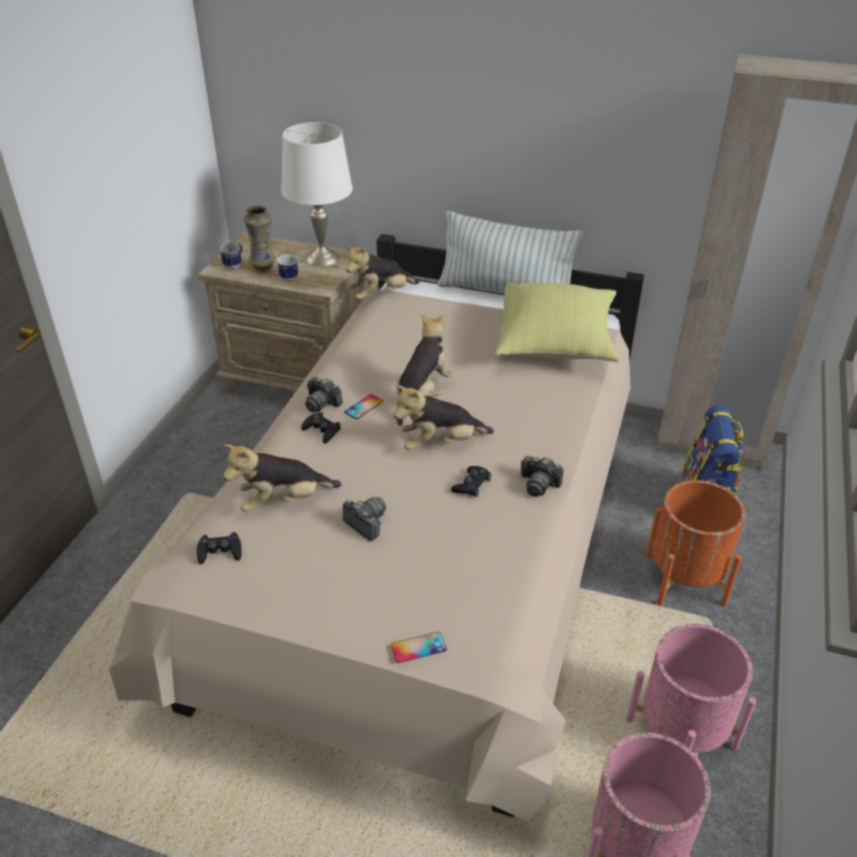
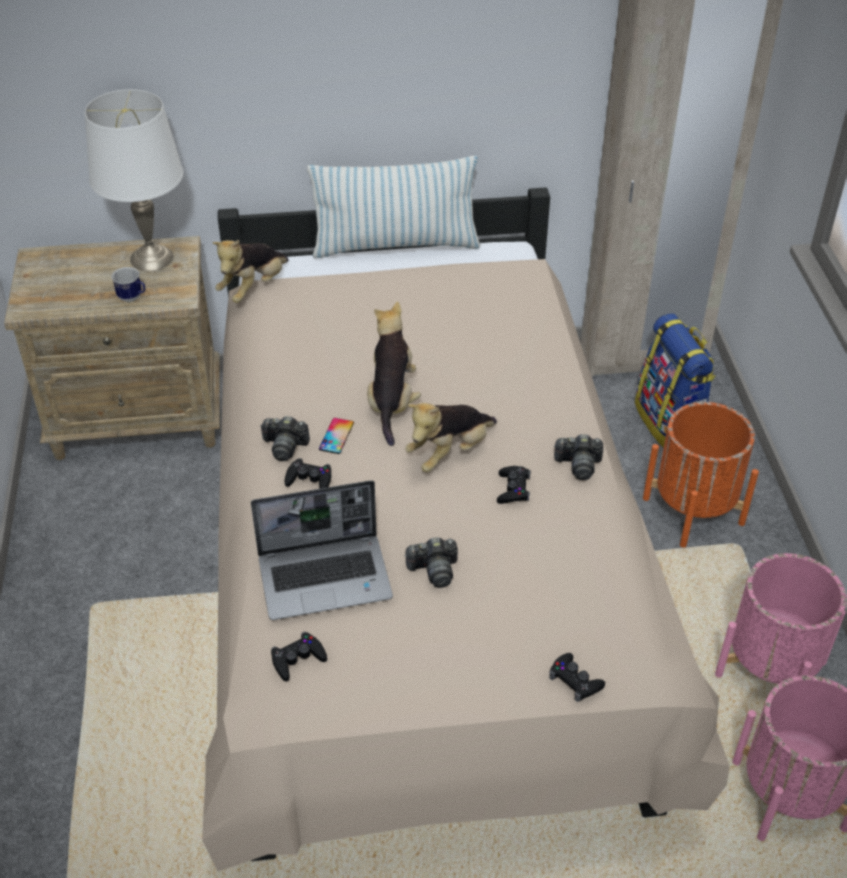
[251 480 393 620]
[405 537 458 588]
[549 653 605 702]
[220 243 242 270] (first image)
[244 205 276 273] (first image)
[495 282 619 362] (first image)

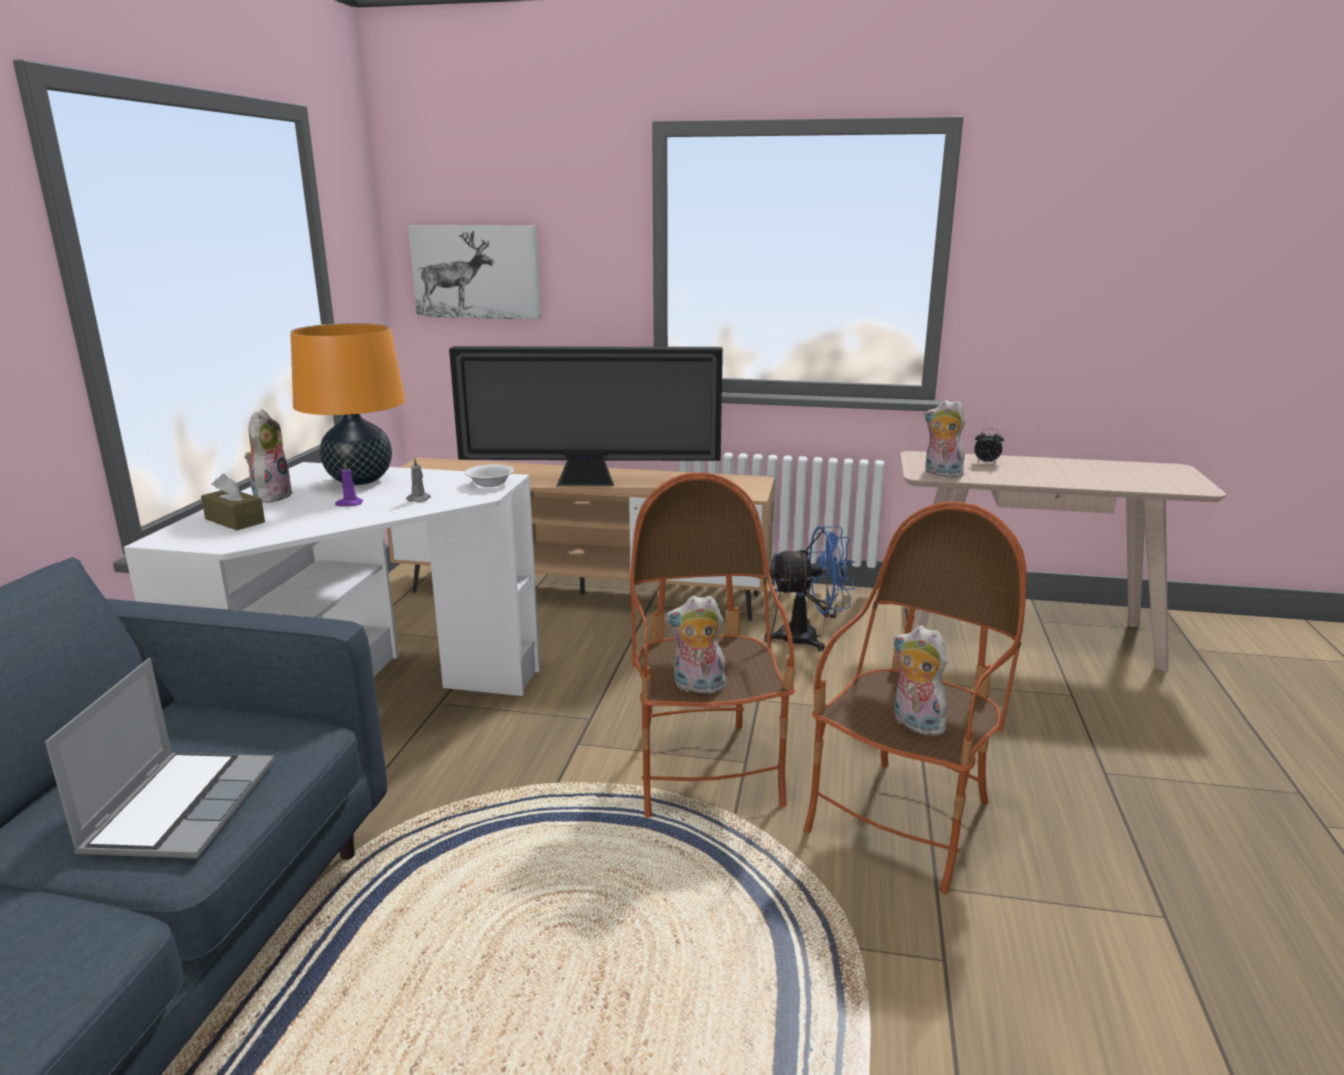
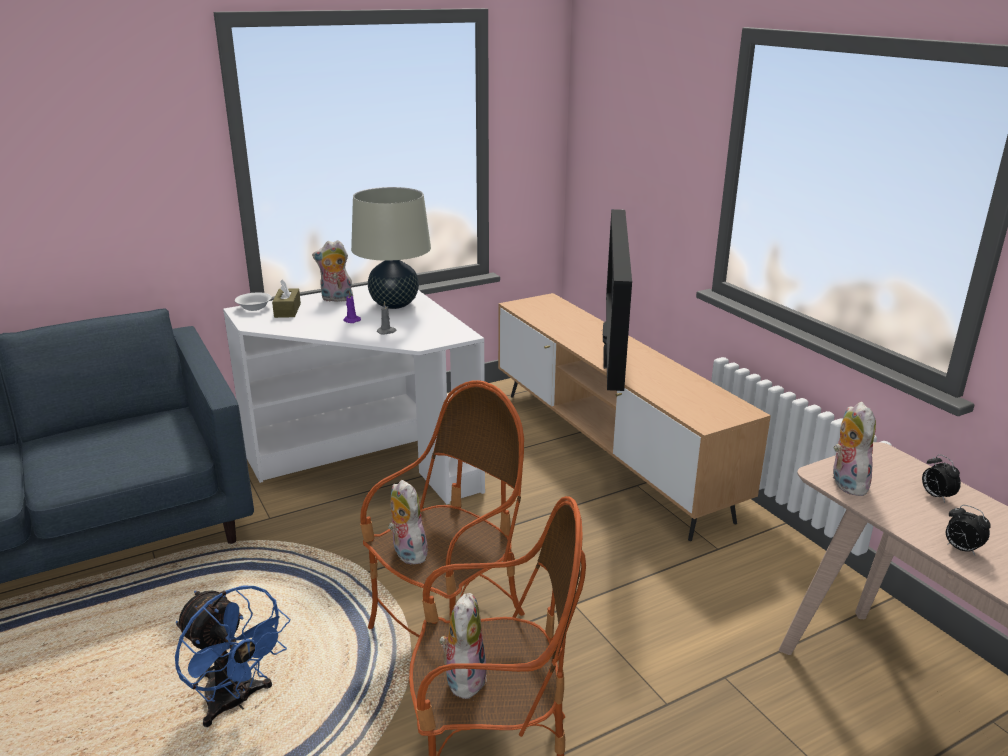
[175 585 290 727]
[235 293 272 311]
[312 240 353 302]
[351 187 431 309]
[603 209 632 391]
[946 505 991 556]
[45 658 275 859] (first image)
[408 225 541 320] (first image)

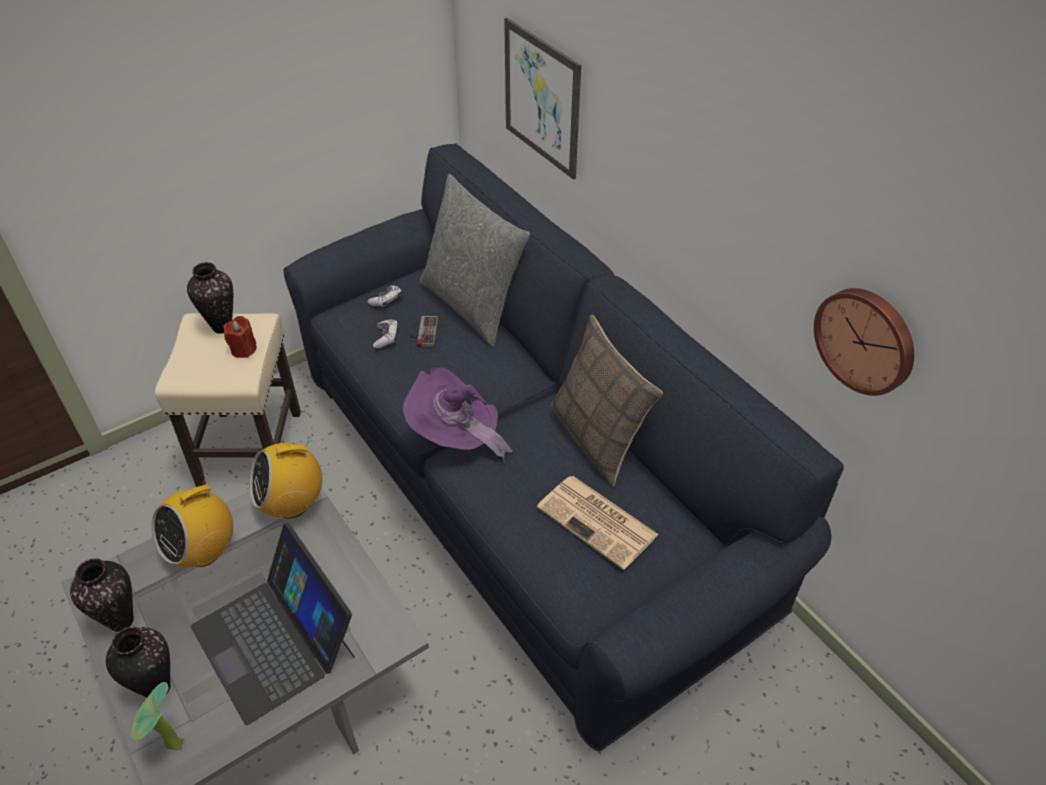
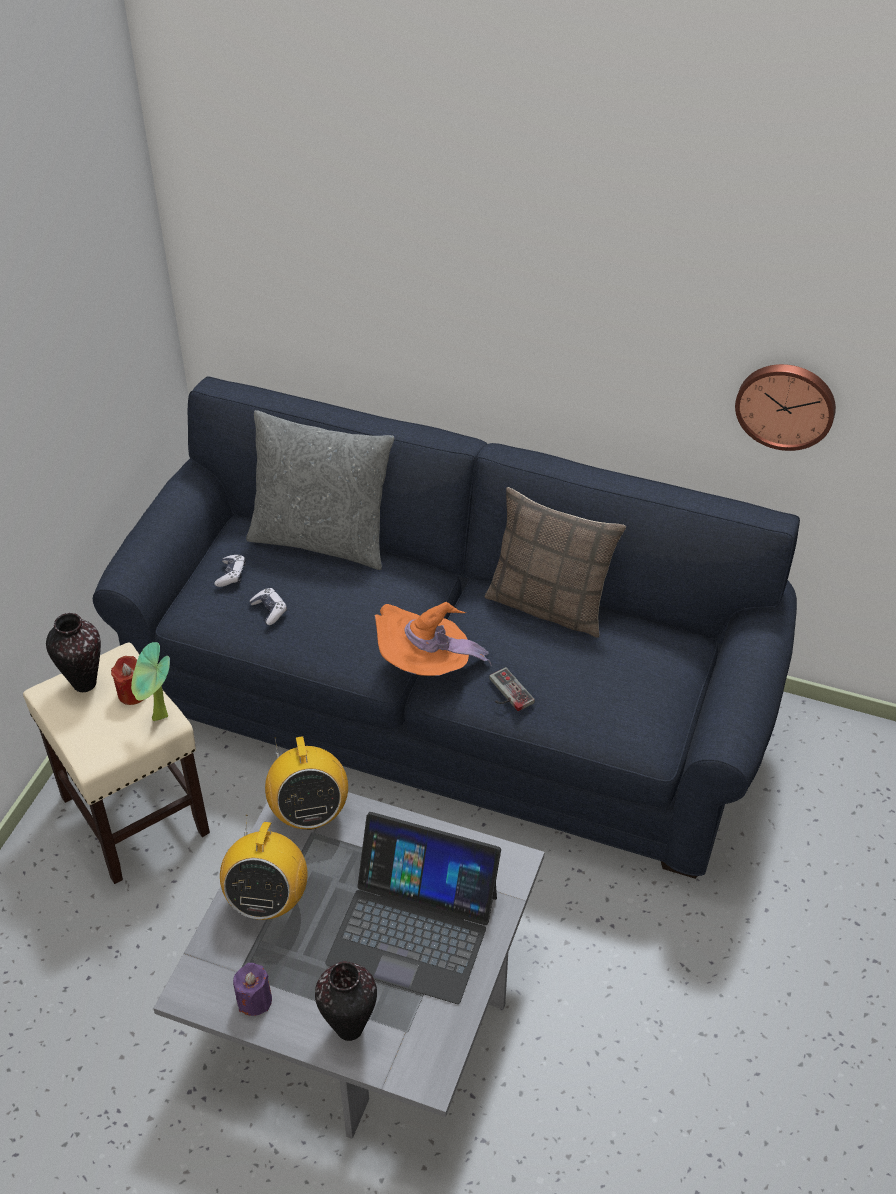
[131 642 170 721]
[233 963 272 1016]
[265 736 348 830]
[374 602 492 676]
[489 667 535 711]
[504 18 581 180] (first image)
[537 476 659 570] (first image)

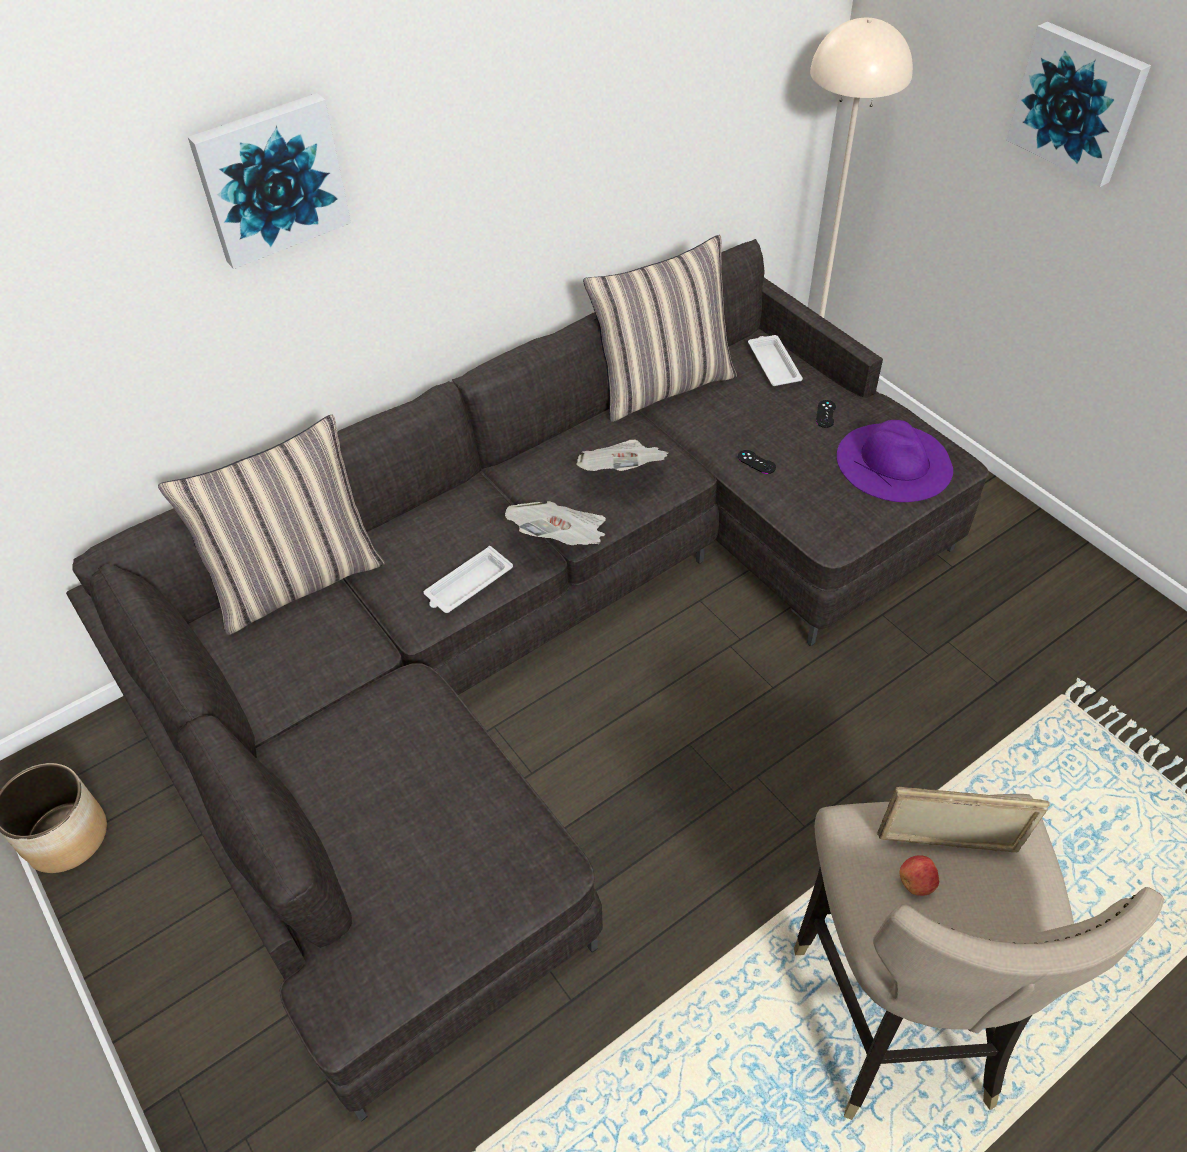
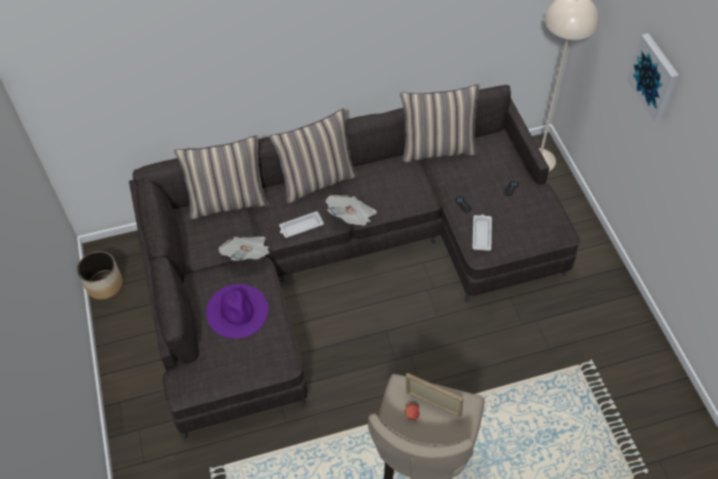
[206 284 268 339]
[219 236 270 261]
[269 108 358 204]
[473 214 492 251]
[188 93 351 269] (first image)

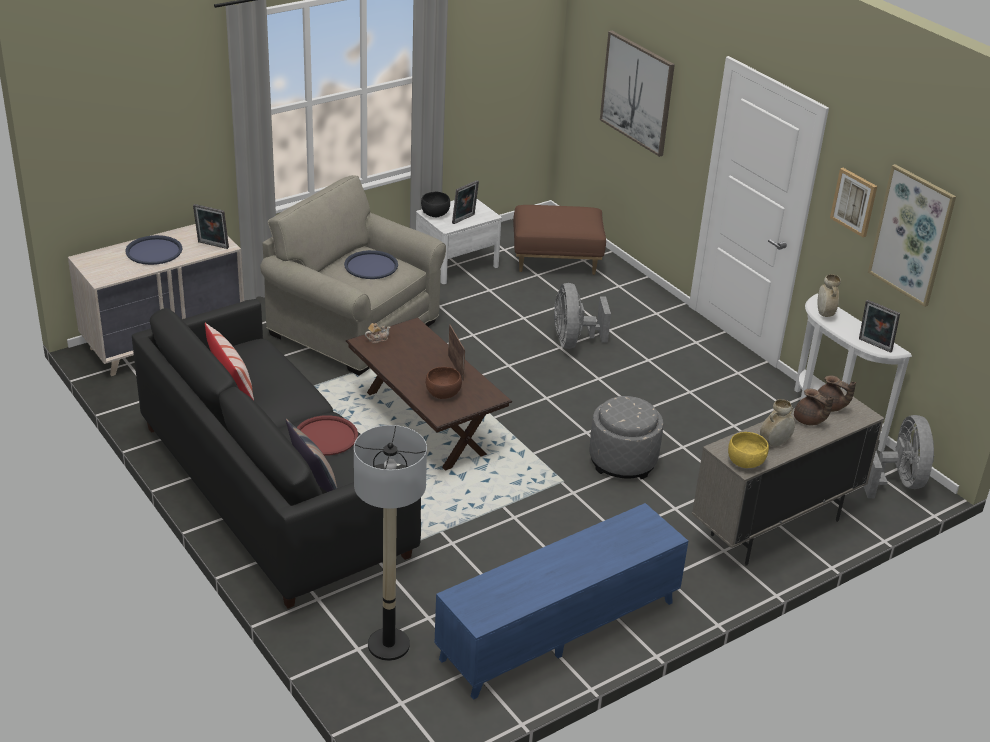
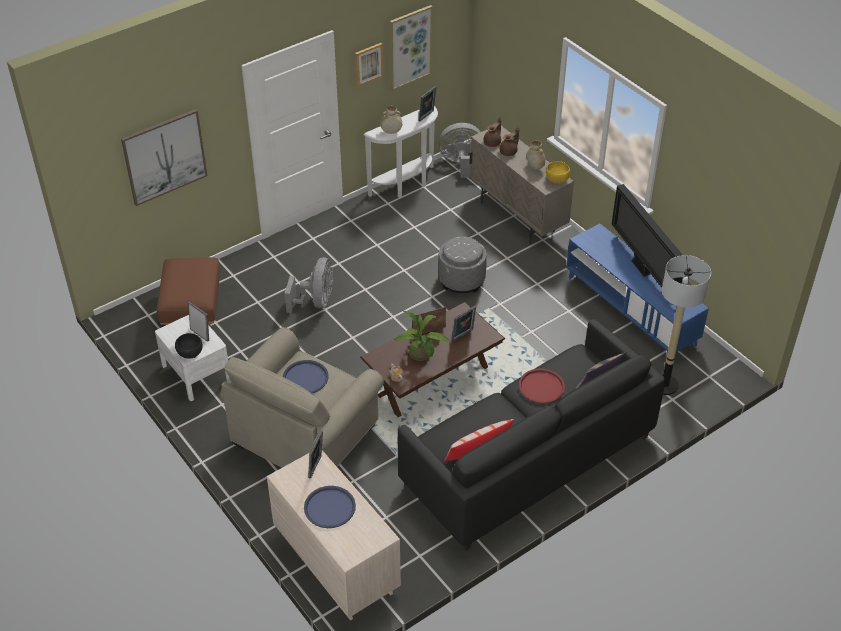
[285 257 333 313]
[394 310 450 361]
[452 306 476 342]
[612 184 683 287]

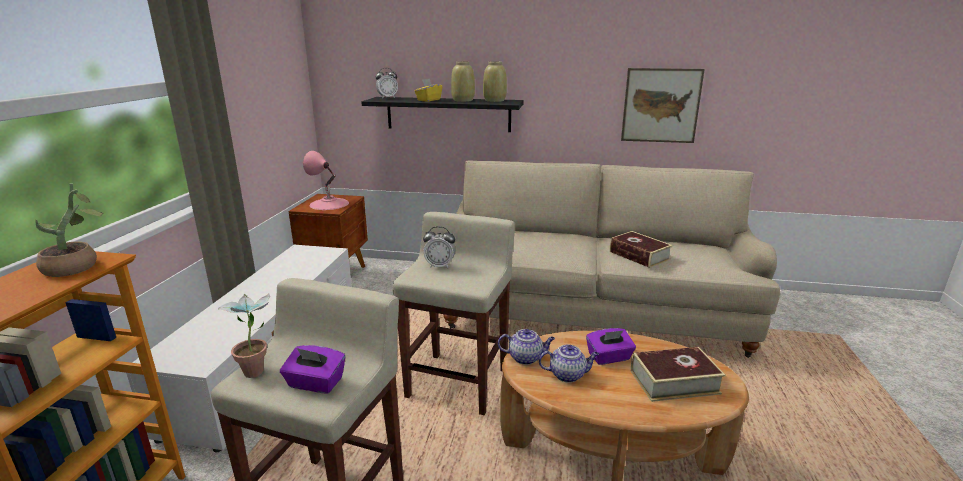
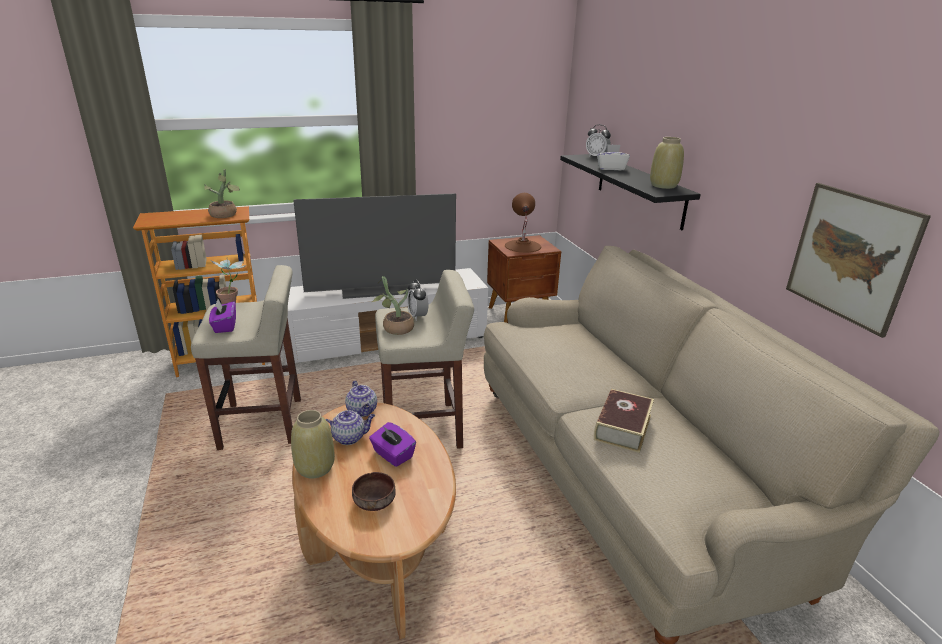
[291 410 335 479]
[293 194 456 299]
[325 410 375 445]
[352 472 396 511]
[372 276 414 335]
[505 193 542 253]
[597 144 630 170]

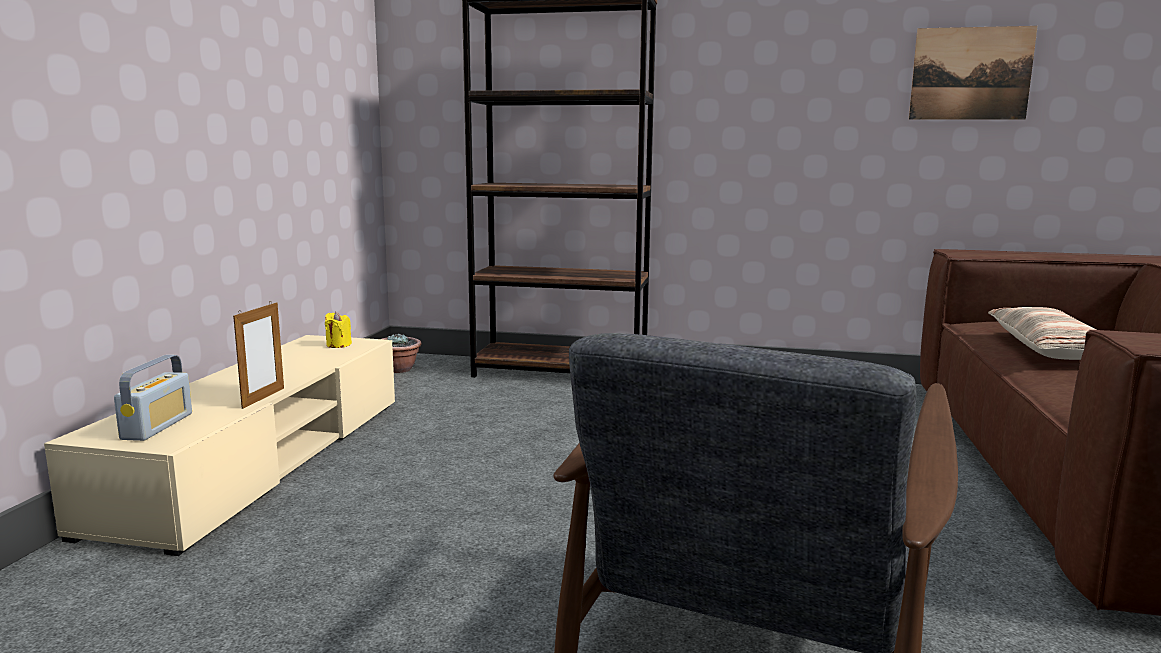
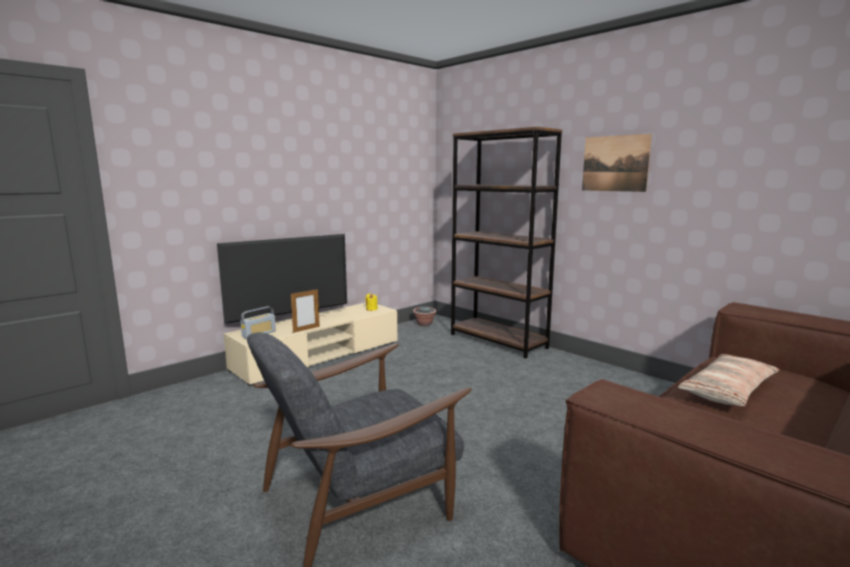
[217 234 347 324]
[582 134 652 192]

